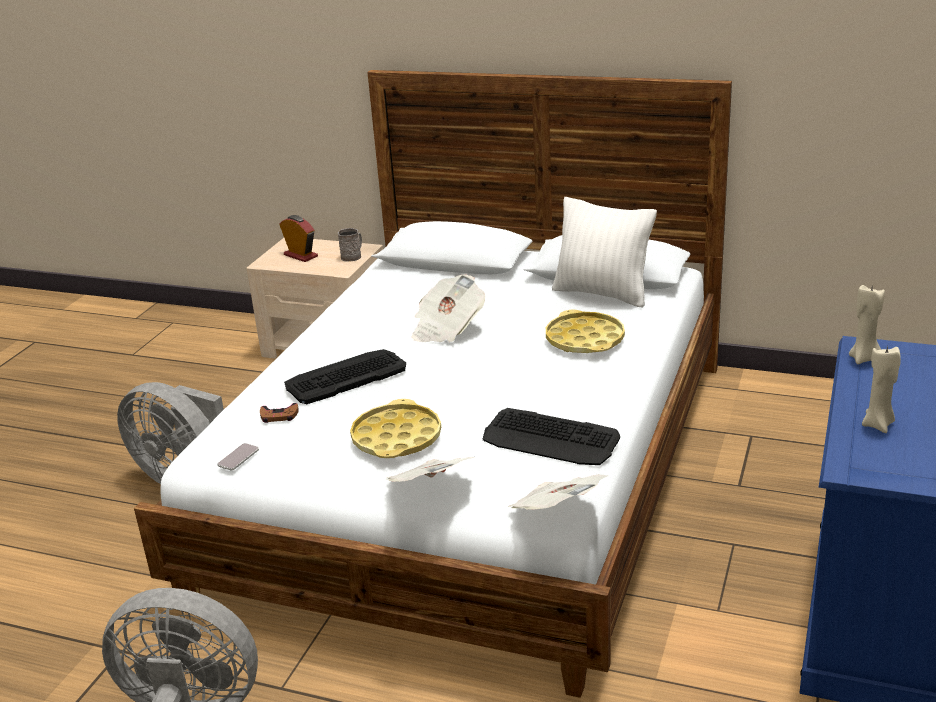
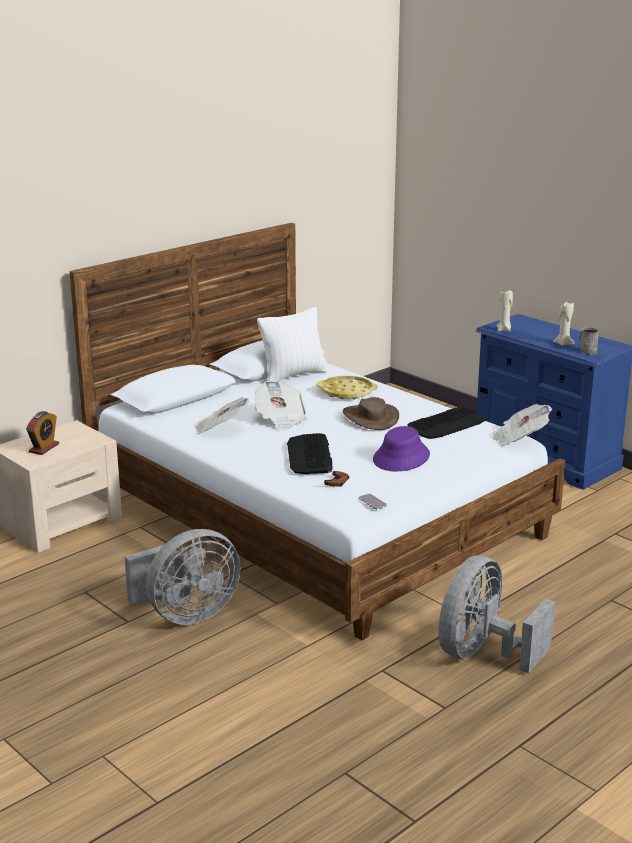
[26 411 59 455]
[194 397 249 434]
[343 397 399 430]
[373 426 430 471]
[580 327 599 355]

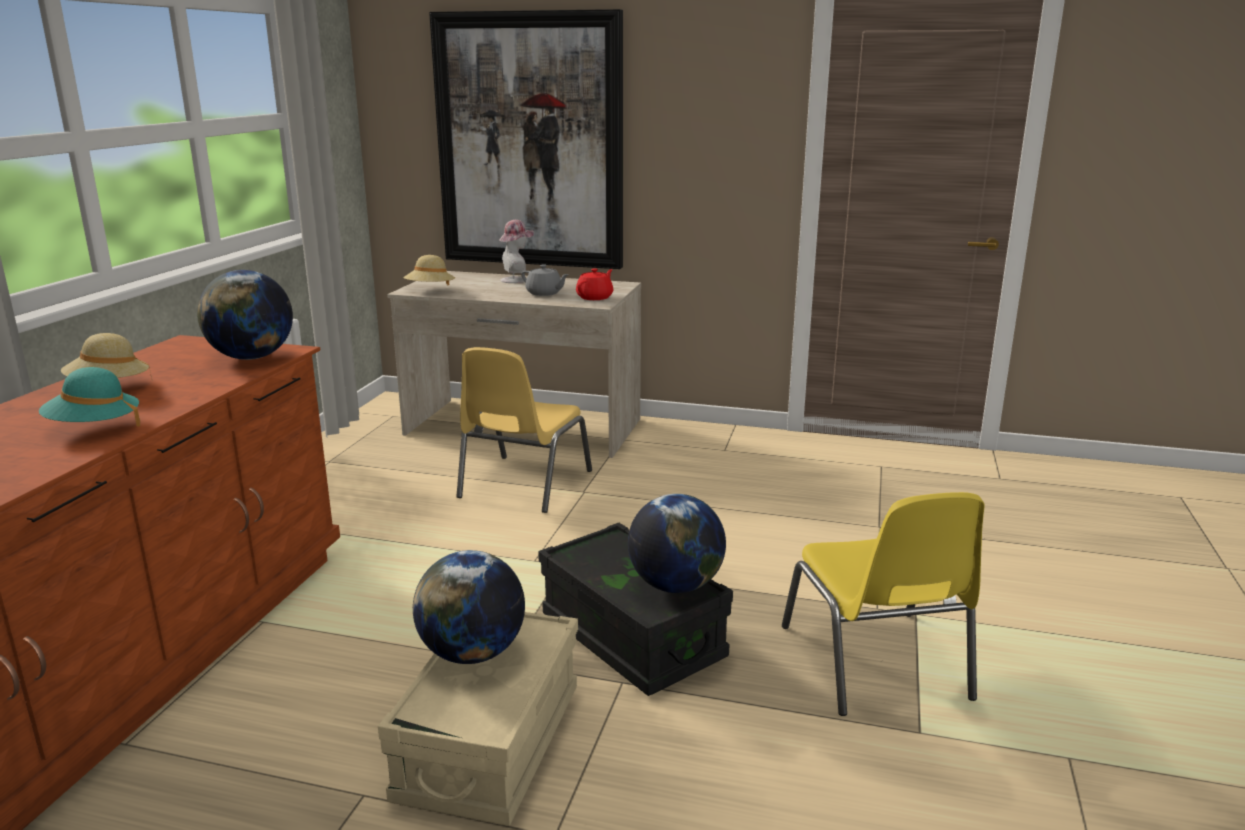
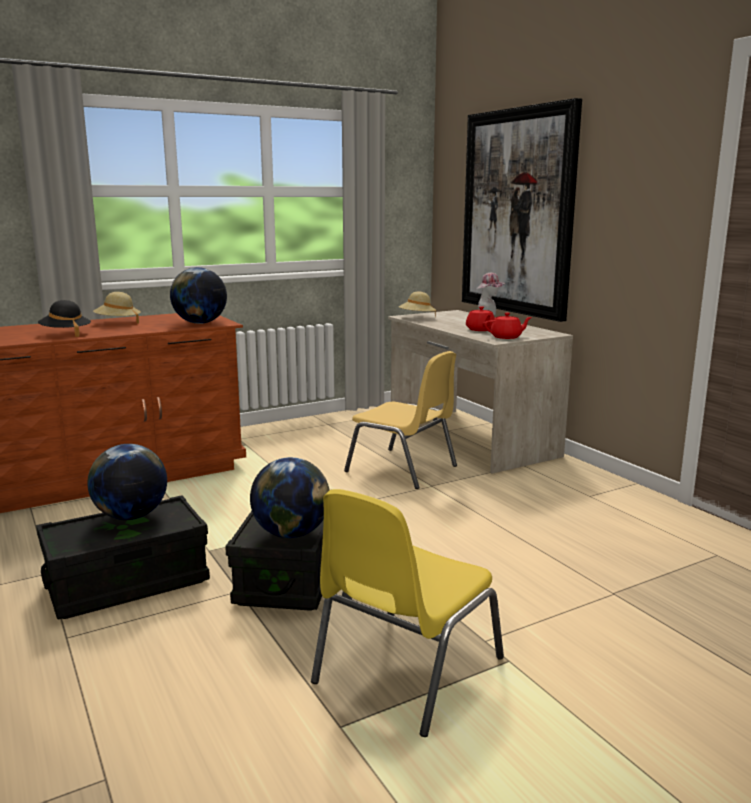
[36 495 210 620]
[38 300 91 337]
[344 351 457 489]
[466 306 495 331]

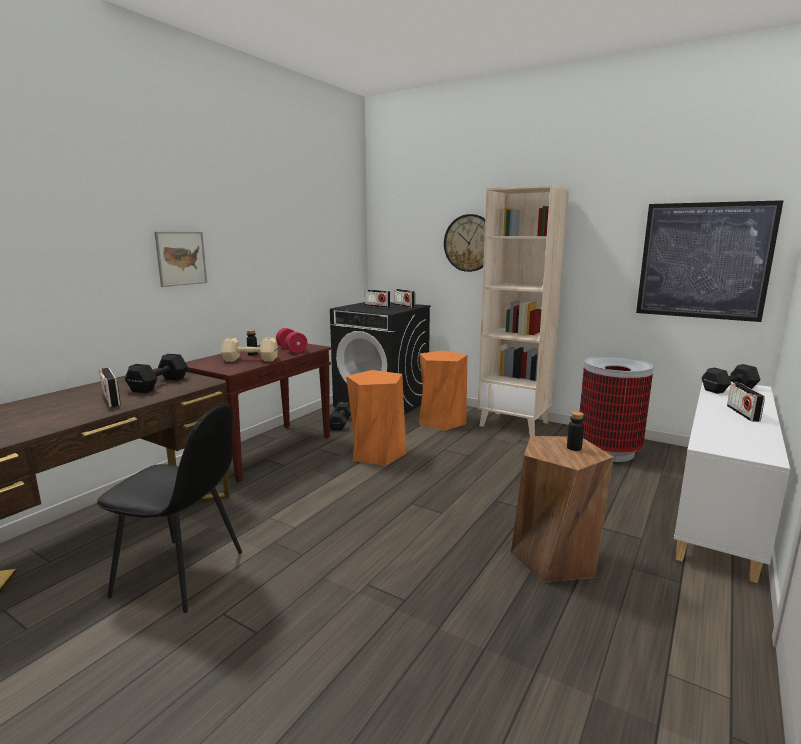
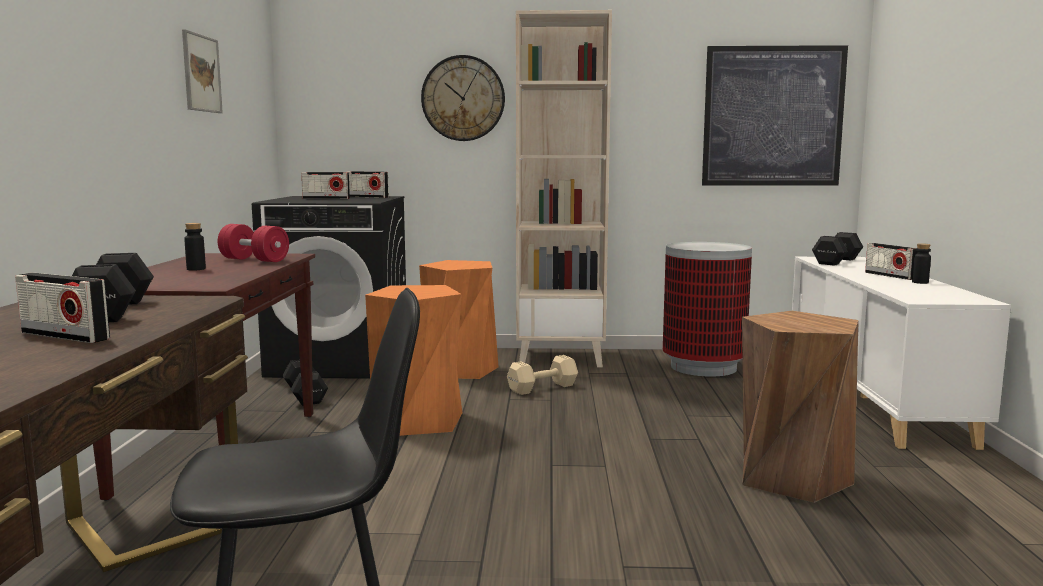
[182 29 223 113]
[507 355 578 395]
[912 243 931 284]

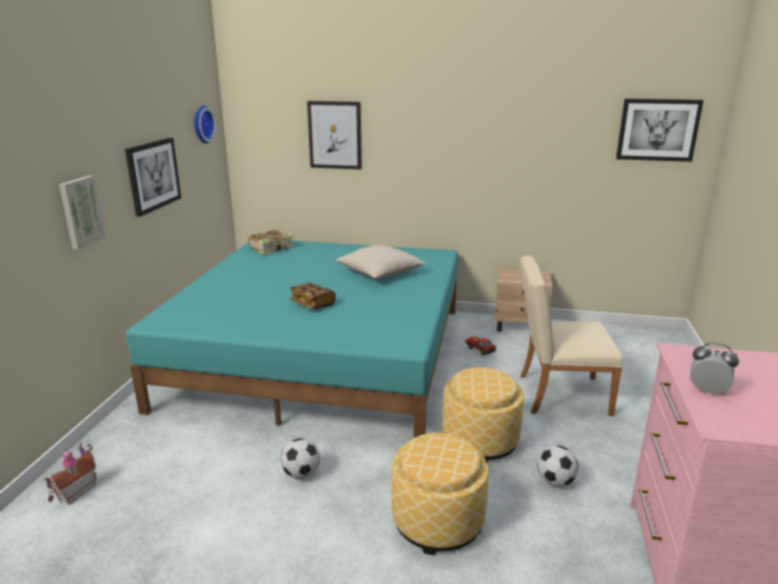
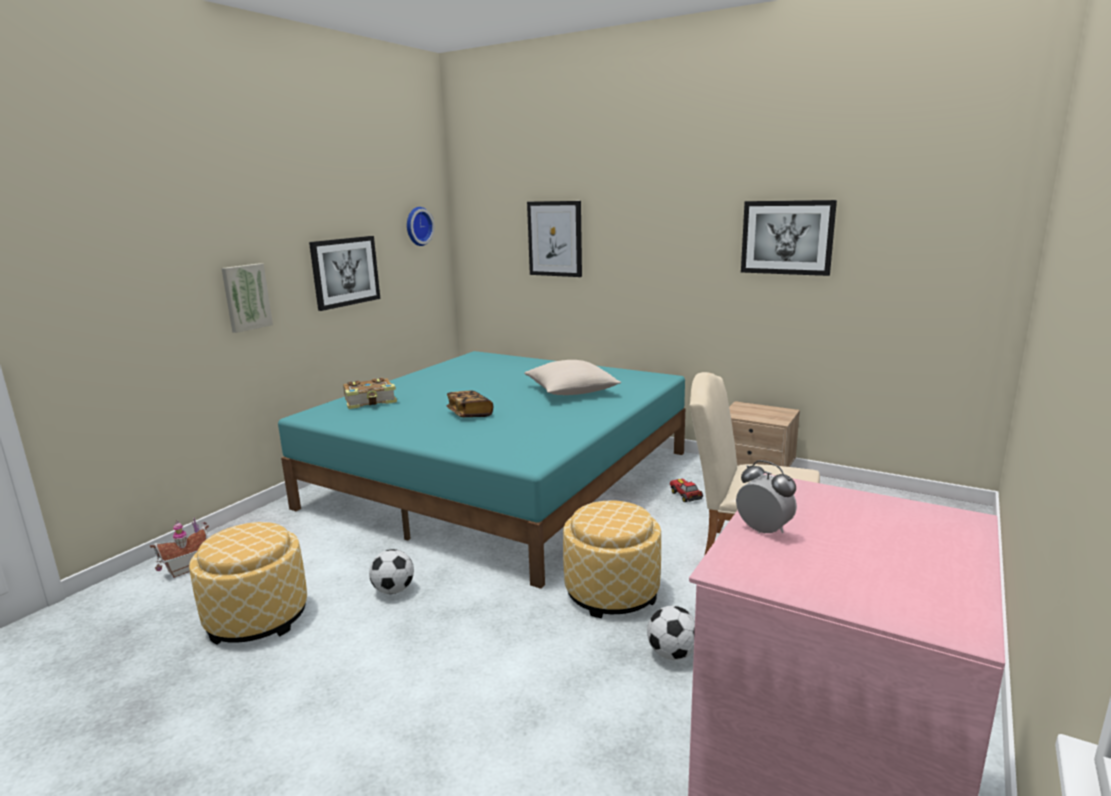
[189 522 307 644]
[343 378 397 409]
[741 200 837 276]

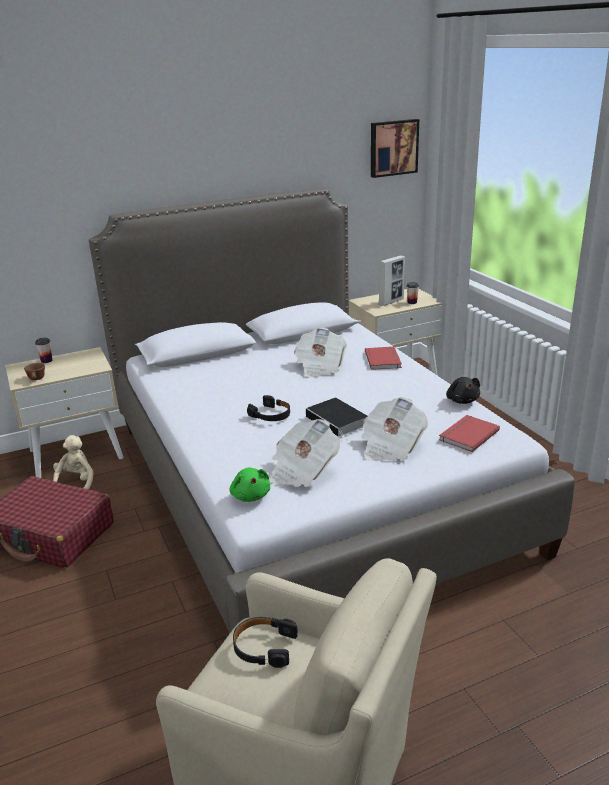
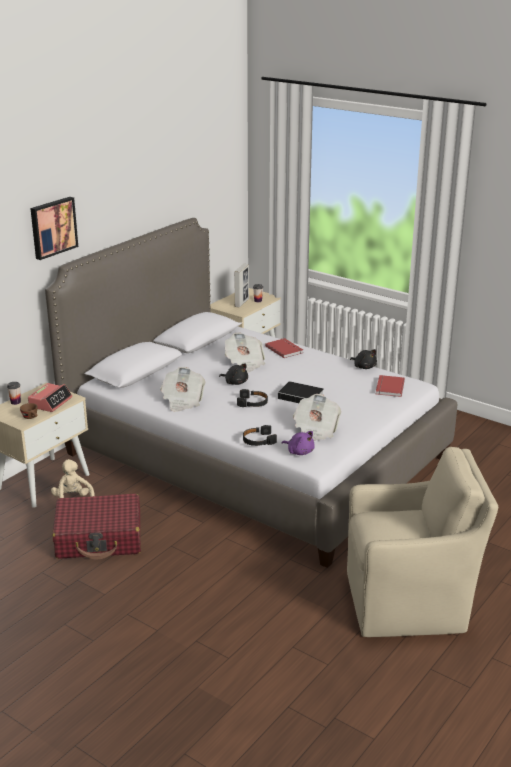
[28 383 72 412]
[30 197 78 260]
[160 367 206 412]
[219 363 248 385]
[243 425 277 446]
[282 431 315 455]

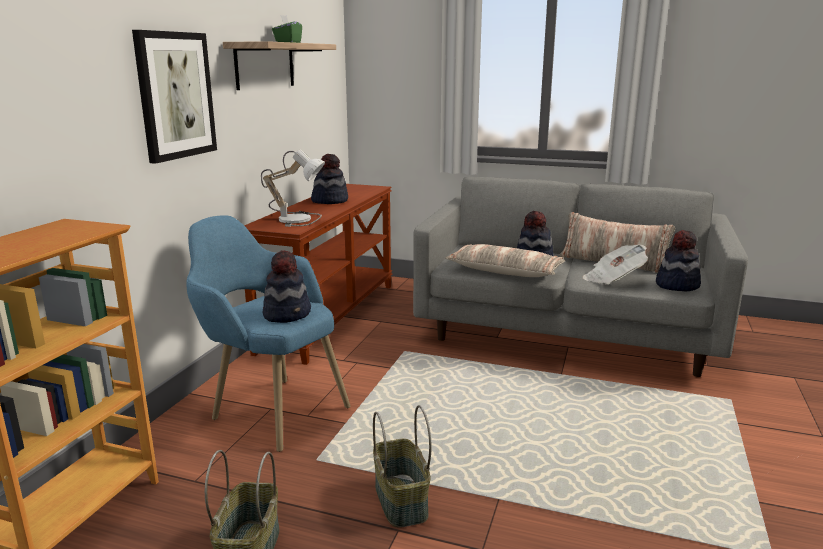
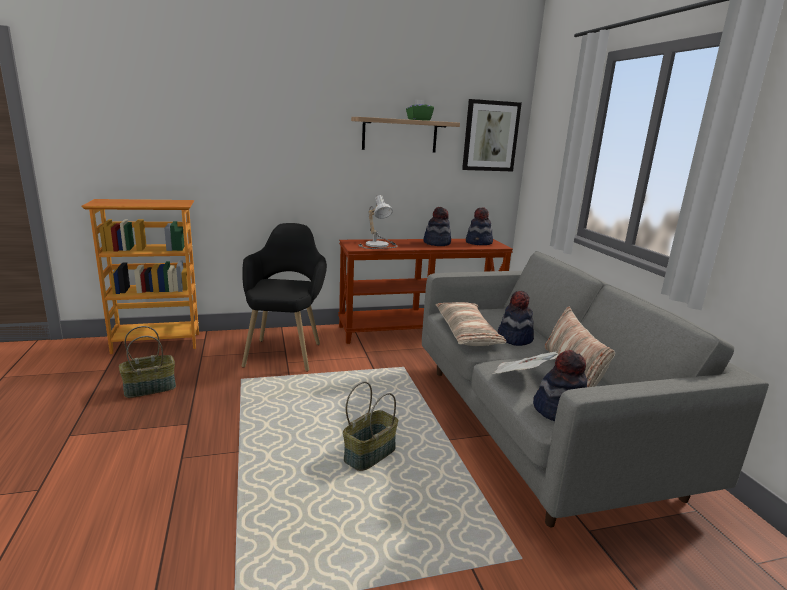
[242 223 327 372]
[343 381 398 471]
[462 99 522 172]
[466 208 493 245]

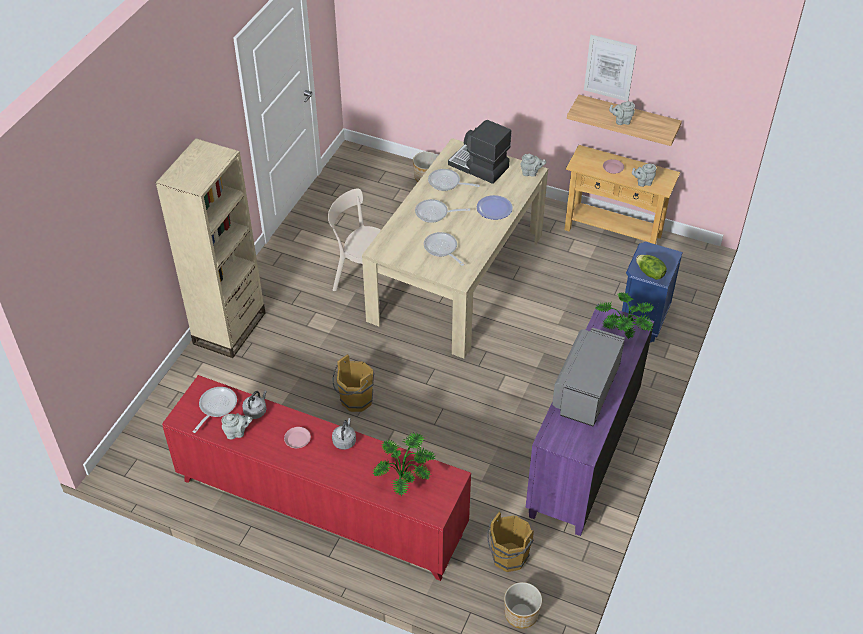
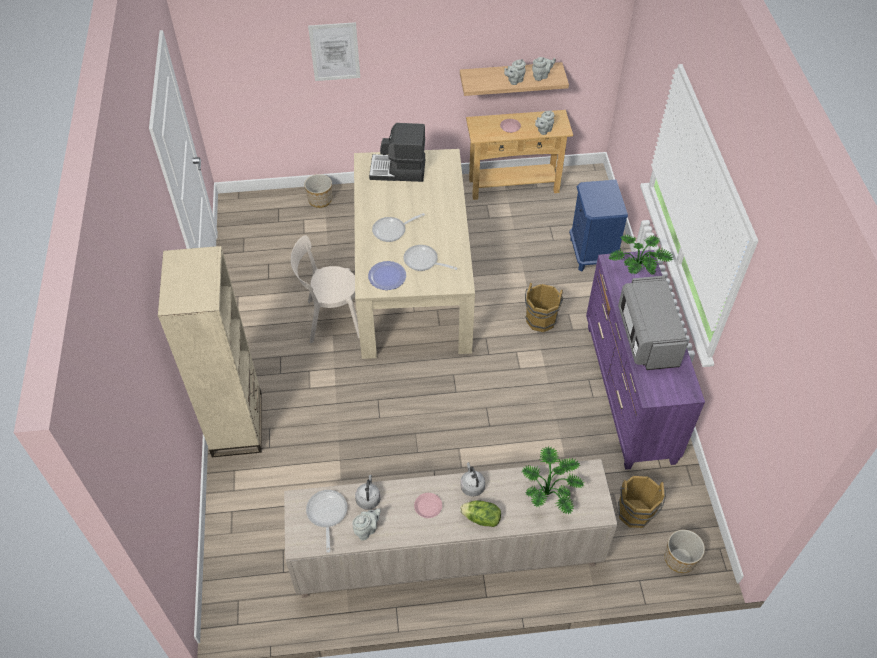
[284 459 617 598]
[308 22 360 81]
[368 261 406 290]
[460 500 501 527]
[525 282 564 332]
[532 57 556 81]
[428 169 480 191] (first image)

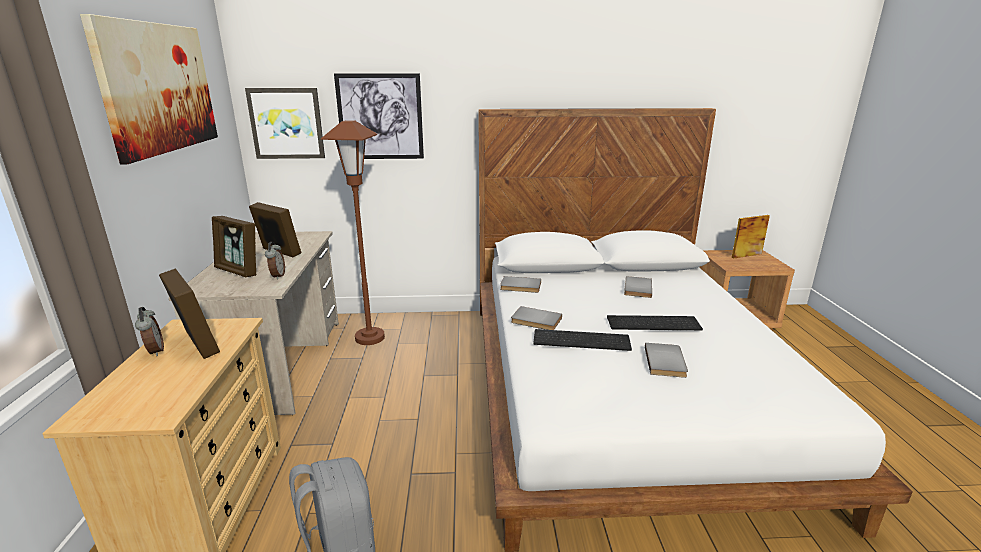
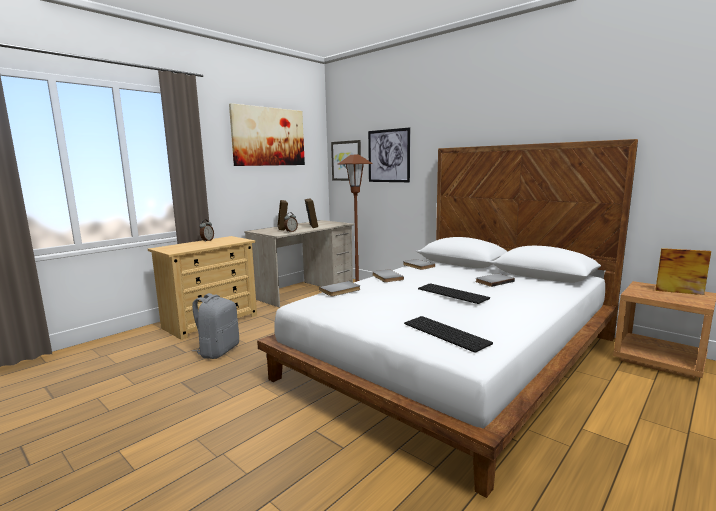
[319 281 360 296]
[404 316 493 353]
[159 268 220 359] (first image)

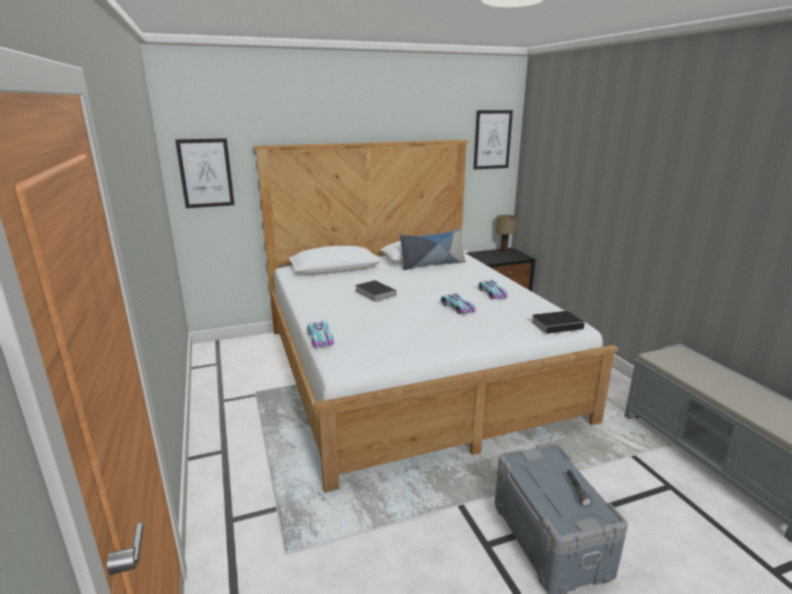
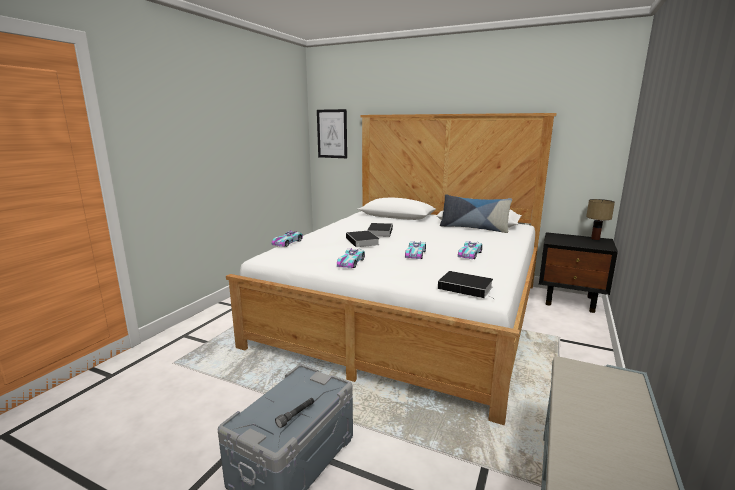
[337 248 365 268]
[346 231 380 249]
[473 110 513 170] (first image)

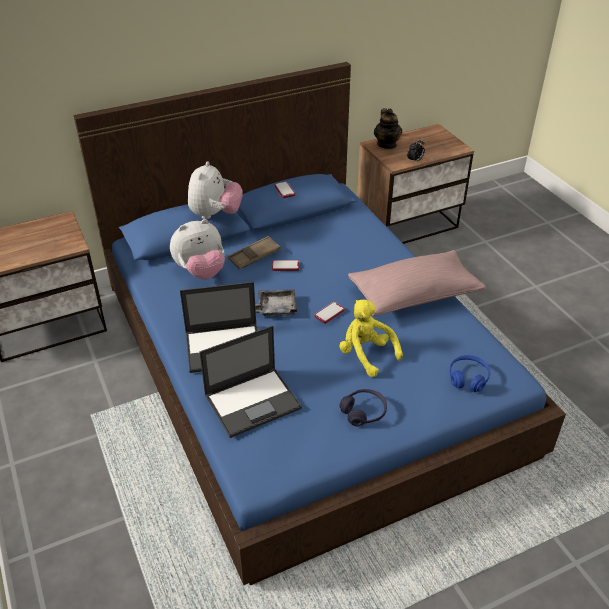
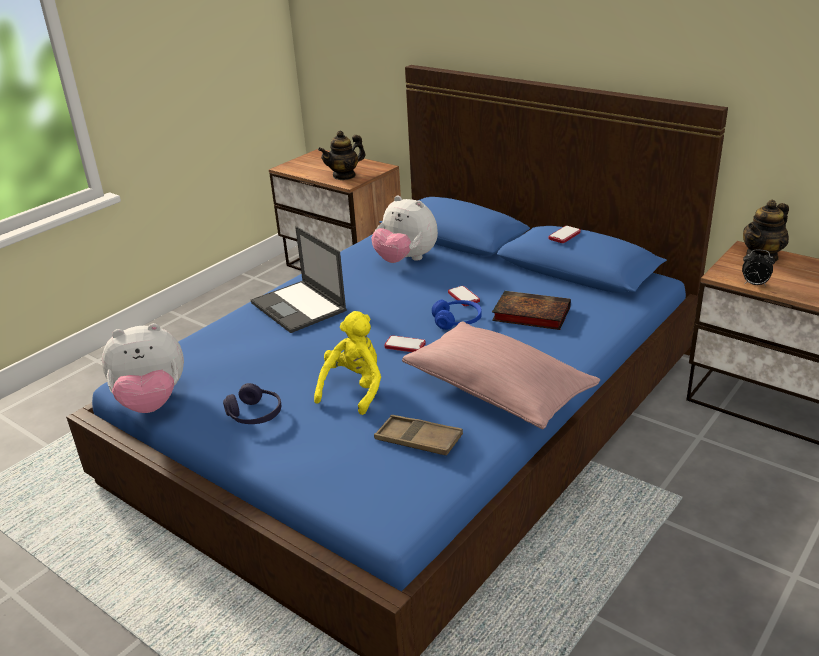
[102 323 184 413]
[318 130 365 180]
[374 415 463 455]
[432 300 482 330]
[492 291 571 330]
[199 325 302 438] (first image)
[255 289 297 316] (first image)

